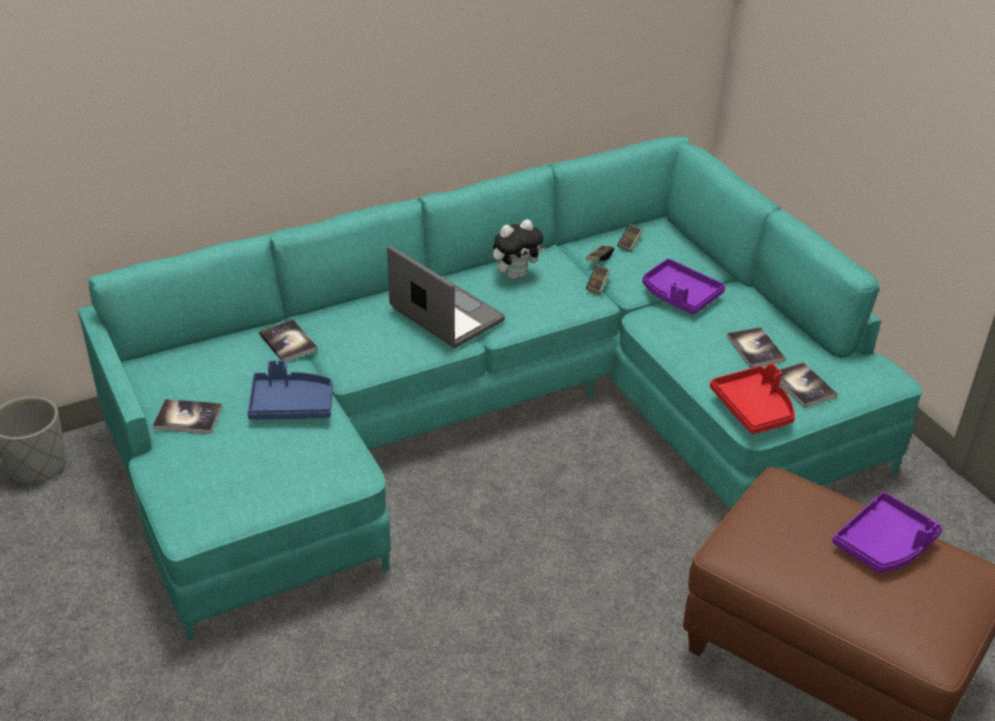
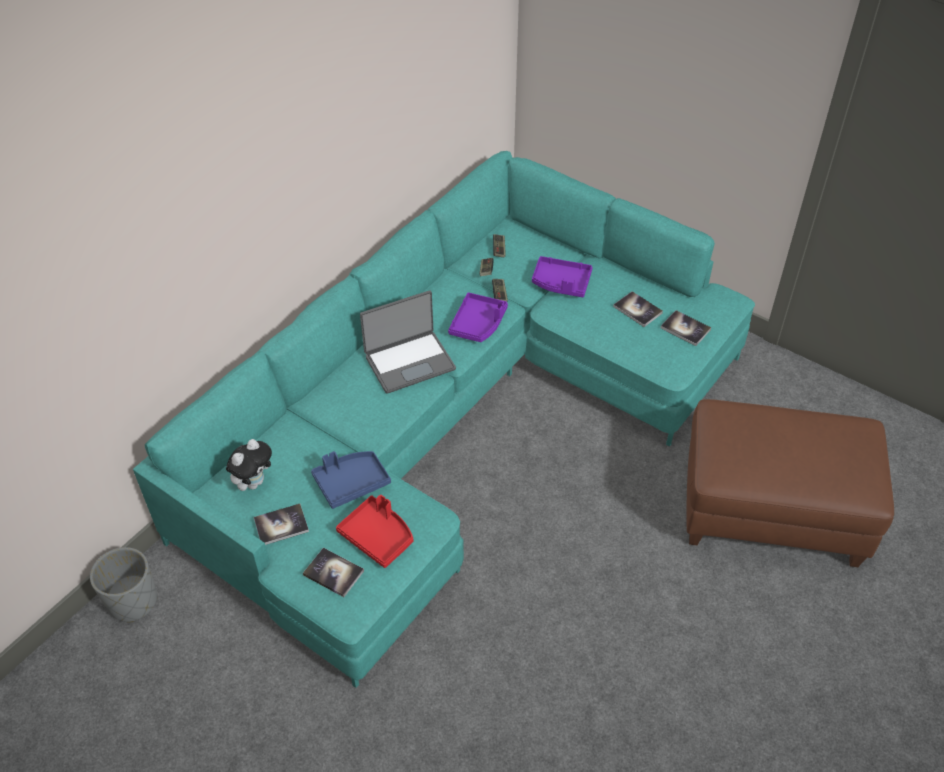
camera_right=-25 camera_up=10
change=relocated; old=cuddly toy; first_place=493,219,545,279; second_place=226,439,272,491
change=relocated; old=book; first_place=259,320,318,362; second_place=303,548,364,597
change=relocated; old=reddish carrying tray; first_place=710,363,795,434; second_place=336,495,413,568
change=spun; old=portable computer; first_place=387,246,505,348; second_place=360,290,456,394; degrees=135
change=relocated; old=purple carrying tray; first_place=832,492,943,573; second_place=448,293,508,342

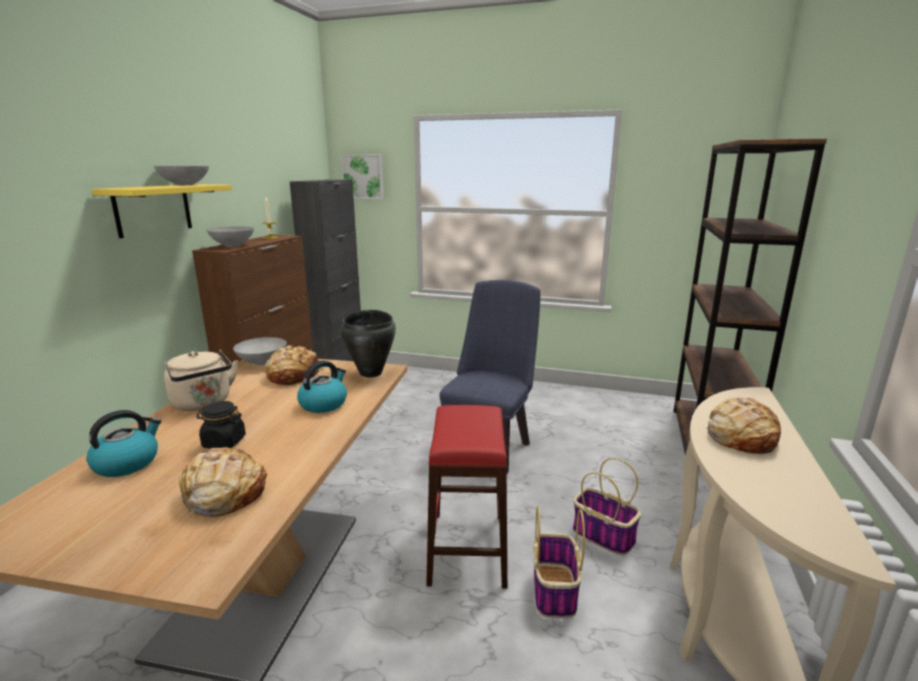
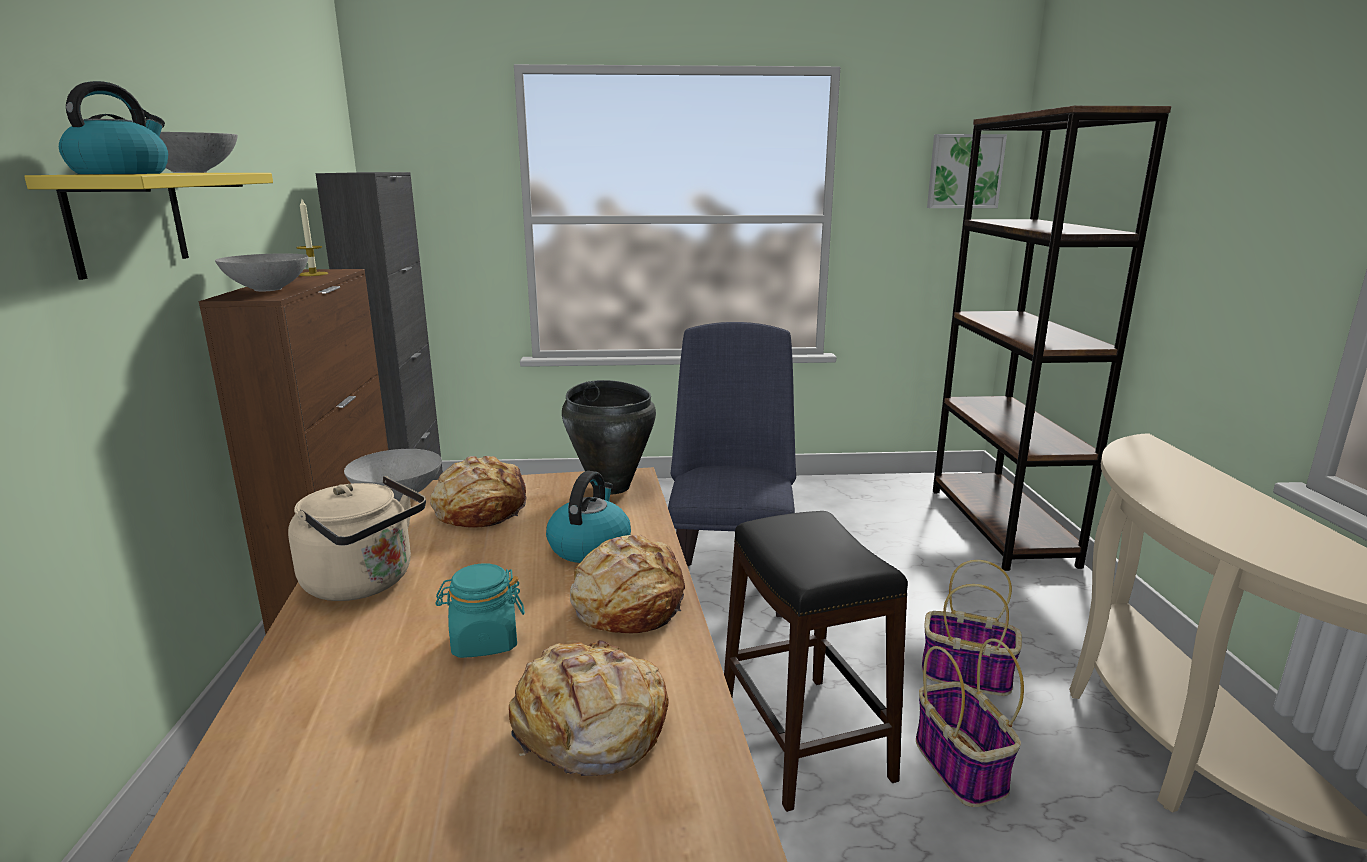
camera_right=-20 camera_up=0
change=relocated; old=water kettle; first_place=86,410,161,477; second_place=59,81,168,174
change=colour; old=black preserve jar; new=turquoise preserve jar; first_place=197,401,246,449; second_place=435,563,525,658
change=relocated; old=bakery bread; first_place=707,398,781,454; second_place=570,535,685,633
change=colour; old=reddish stool seat; new=black stool seat; first_place=426,405,507,588; second_place=724,511,908,812
change=relocated; old=wall art; first_place=341,154,384,199; second_place=927,134,1007,208

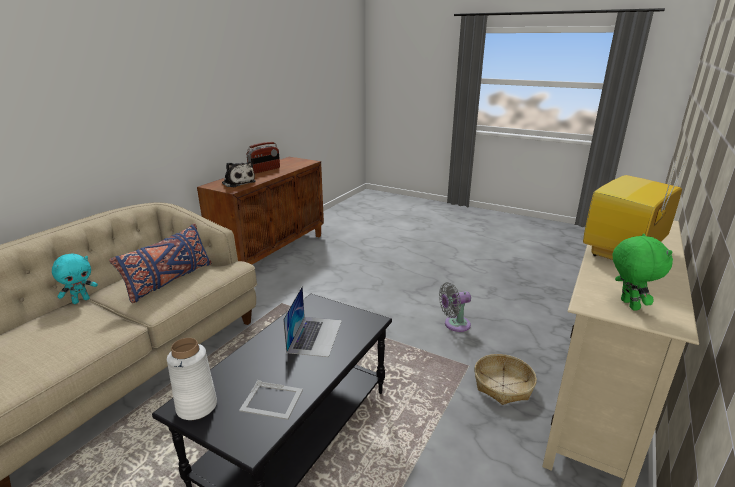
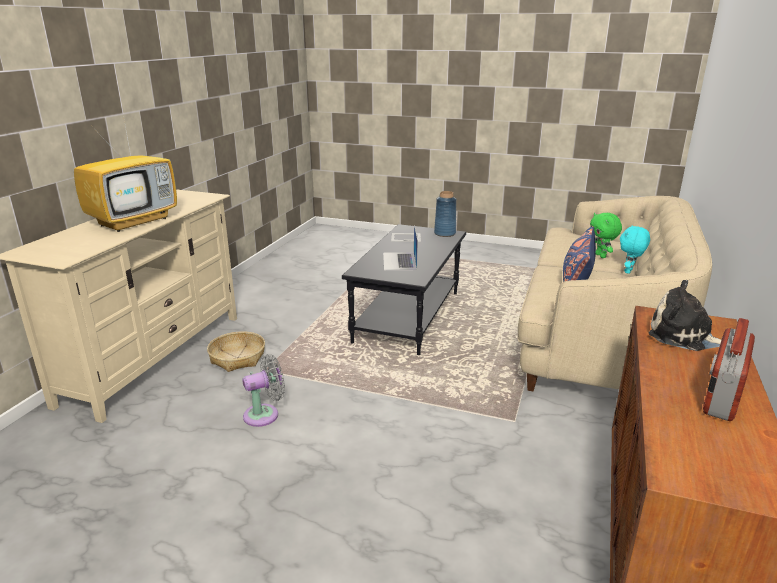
camera_right=170 camera_up=0
change=colour; old=white decorative vase; new=blue decorative vase; first_place=167,338,217,420; second_place=434,191,456,237
change=relocated; old=green cuddly toy; first_place=613,233,673,311; second_place=590,213,622,258

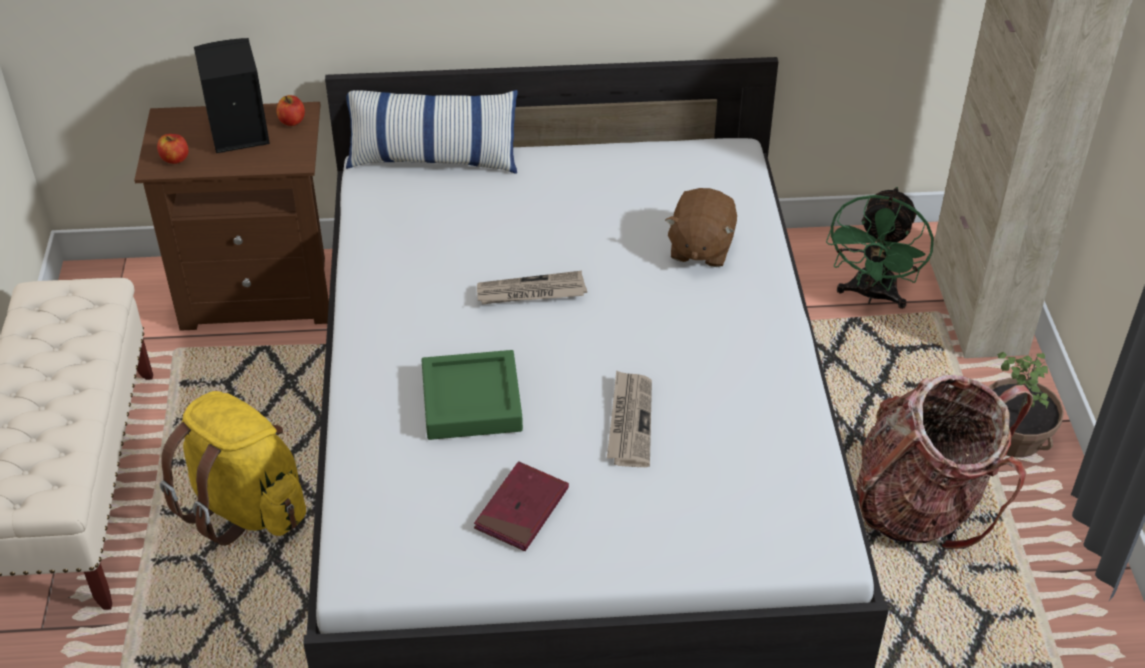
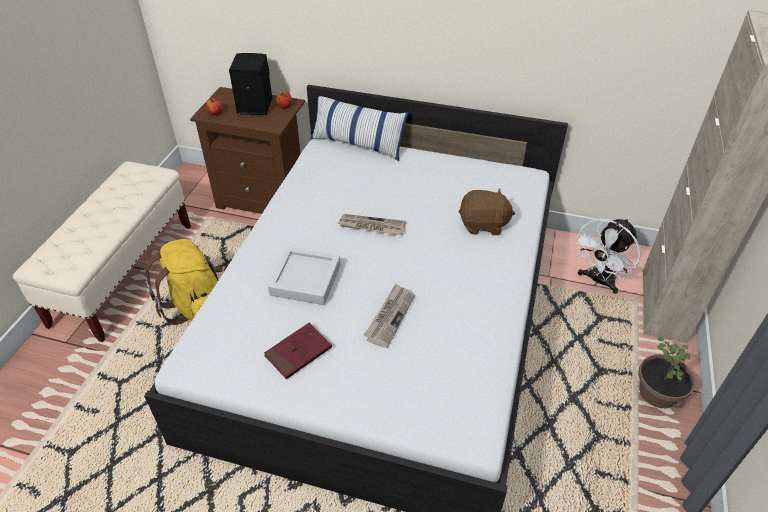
camera_right=20 camera_up=0
change=colour; old=green carrying tray; new=grey carrying tray; first_place=422,350,523,440; second_place=268,247,341,305
change=spun; old=brown-coloured cuddly toy; first_place=665,188,737,267; second_place=459,189,515,235; degrees=-120
change=colour; old=green fan; new=white fan; first_place=826,187,934,309; second_place=573,218,641,294
change=missing; old=knapsack; first_place=856,375,1033,549

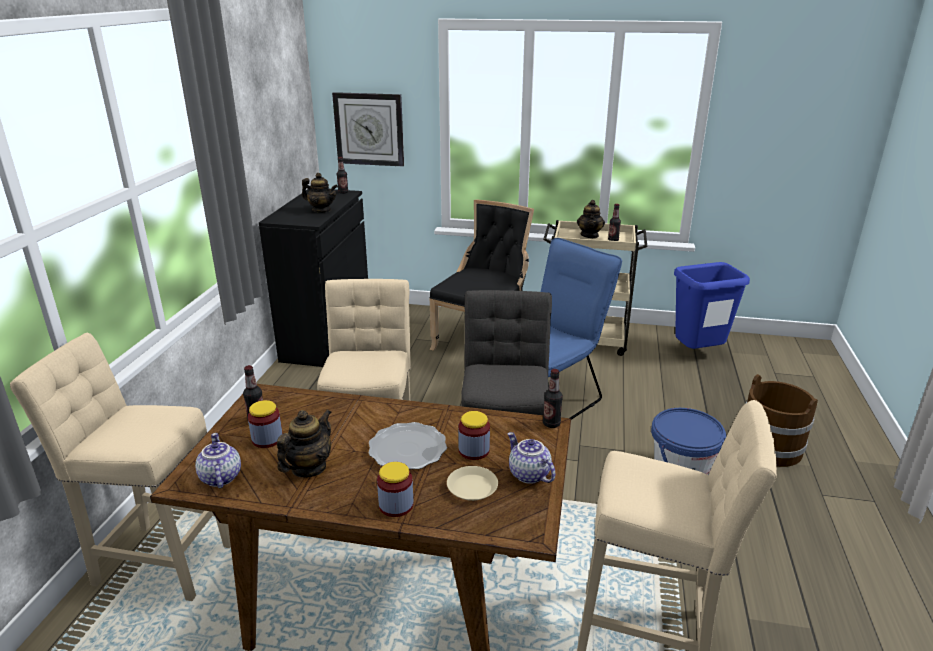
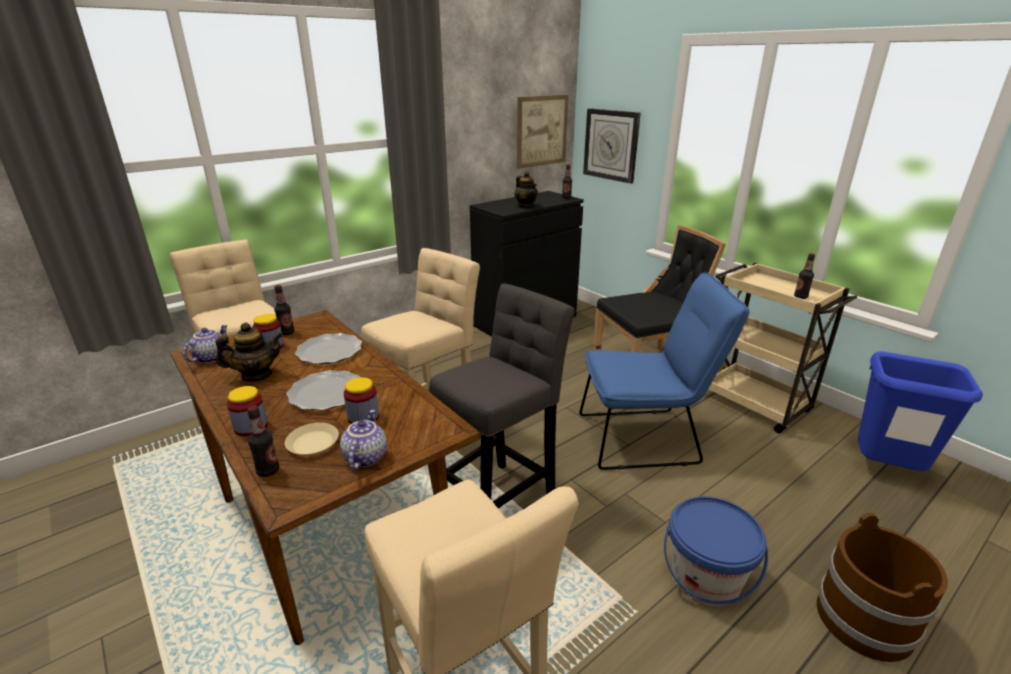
camera_right=40 camera_up=0
change=relocated; old=drink bottle; first_place=543,369,563,428; second_place=247,406,279,477
change=appeared; new=dinner plate; second_place=295,333,362,364
change=appeared; new=wall art; second_place=517,95,569,169
change=missing; old=teapot; first_place=577,200,605,238

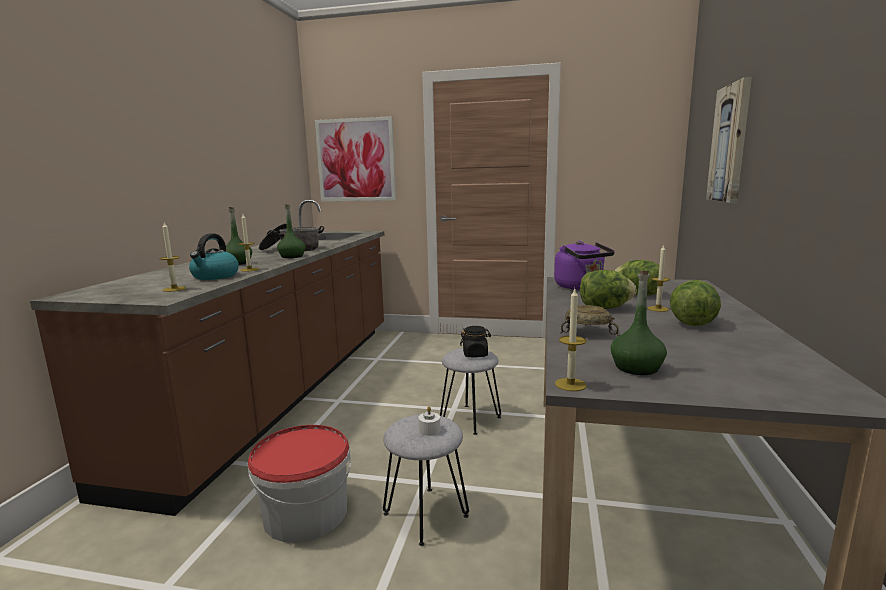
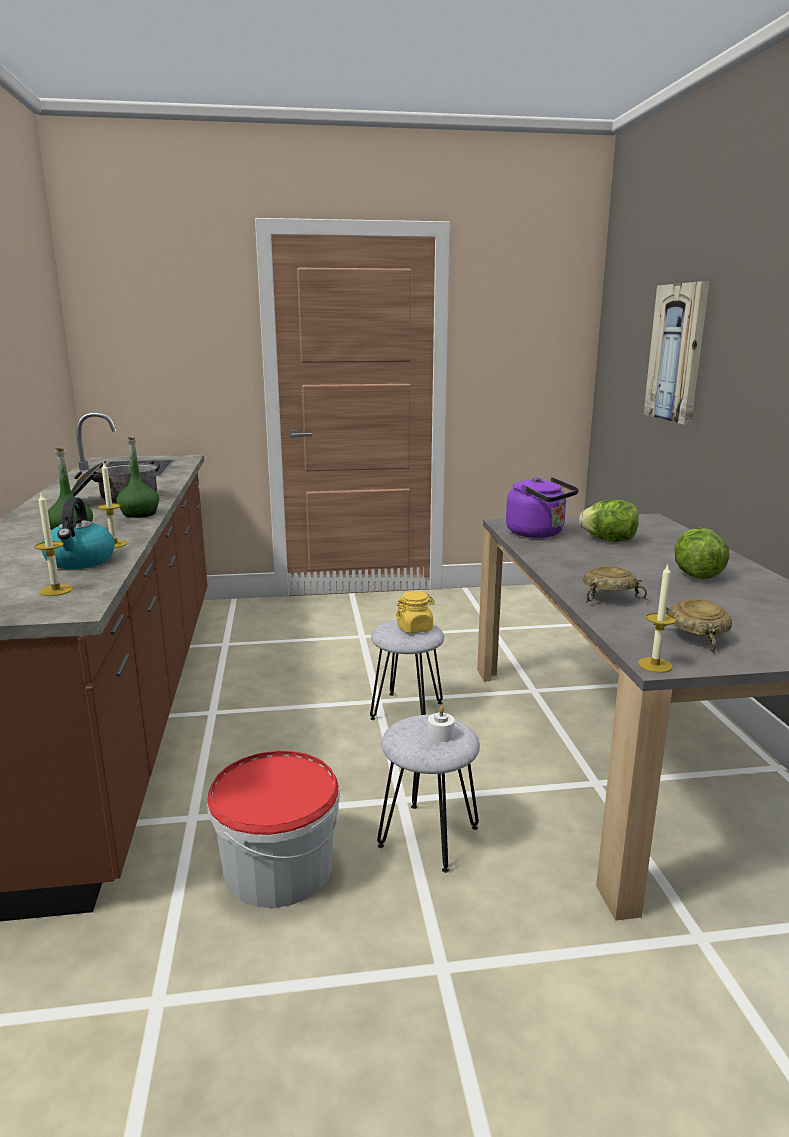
camera_right=-20 camera_up=5
change=colour; old=black preserve jar; new=yellowish preserve jar; first_place=460,326,491,357; second_place=396,591,435,633
change=exchanged; old=green drink bottle; new=beige bowl; first_place=611,271,667,375; second_place=654,599,732,655
change=missing; old=wall art; first_place=315,116,396,201
change=missing; old=lettuce; first_place=580,270,636,309
change=missing; old=wax candle; first_place=648,244,670,312

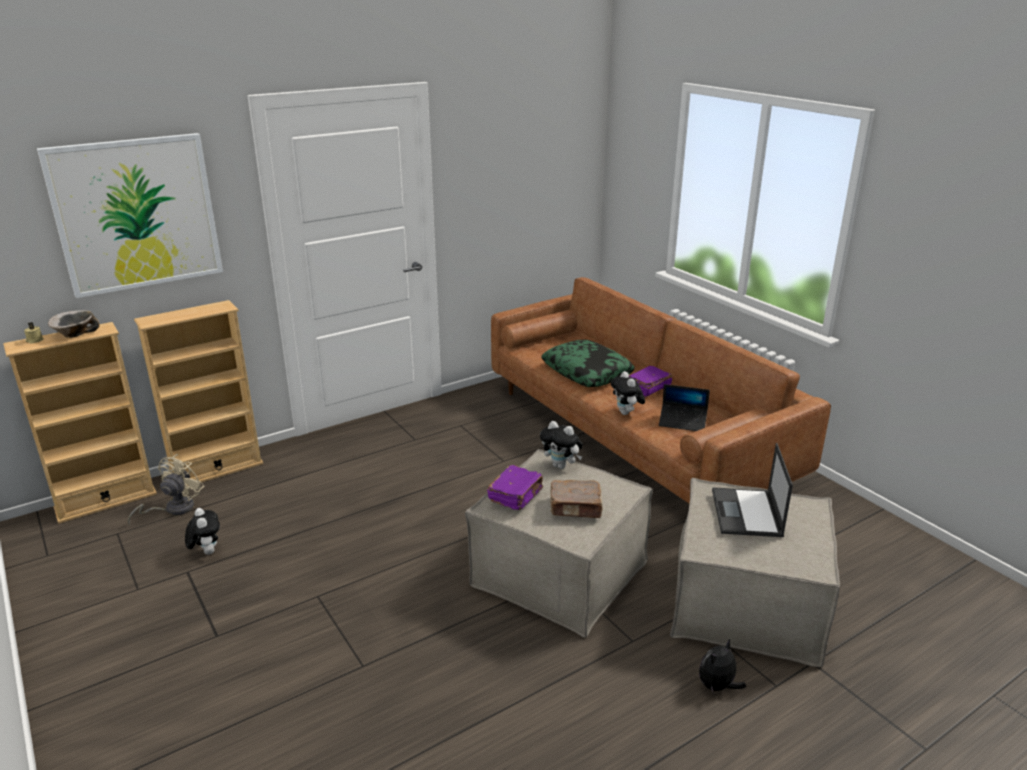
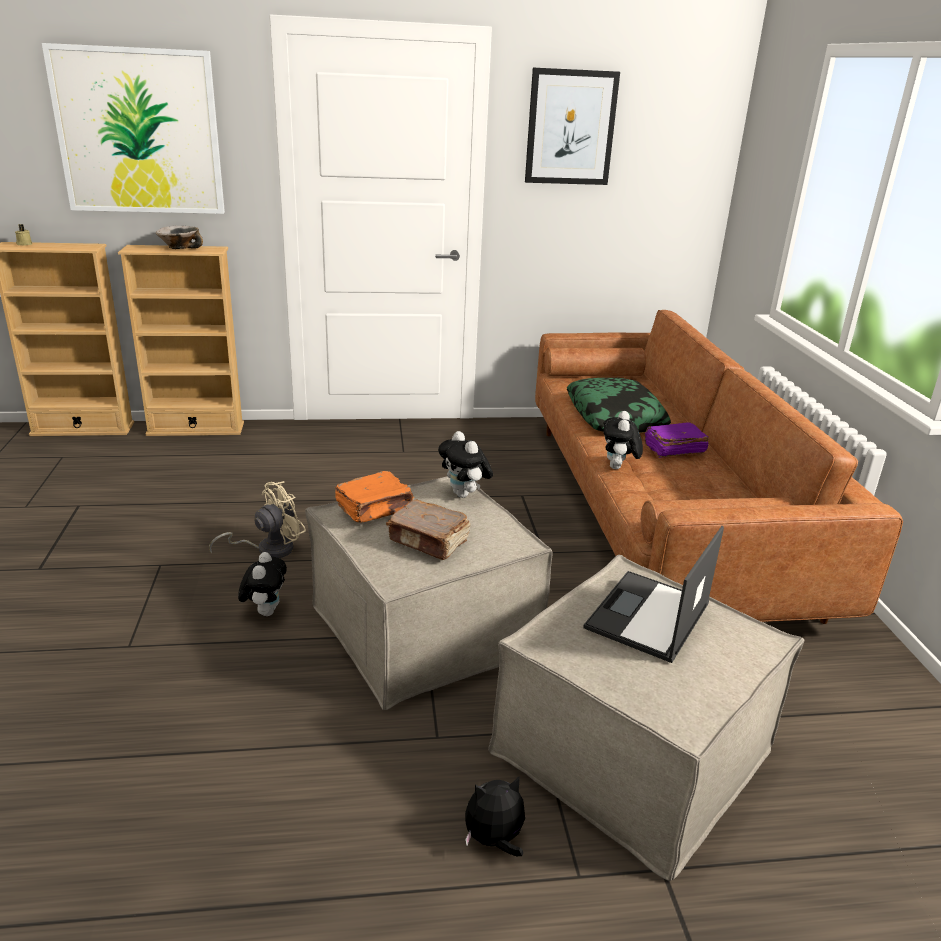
camera_right=25 camera_up=0
change=relocated; old=bowl; first_place=48,310,100,338; second_place=156,226,203,249
change=relocated; old=beige fan; first_place=127,454,204,525; second_place=209,481,306,558
change=relocated; old=cuddly toy; first_place=185,508,220,555; second_place=238,552,287,616
change=colour; old=purple book; new=orange book; first_place=487,465,543,510; second_place=335,471,414,523
change=appeared; new=wall art; second_place=525,68,620,185
change=missing; old=portable computer; first_place=659,384,710,431

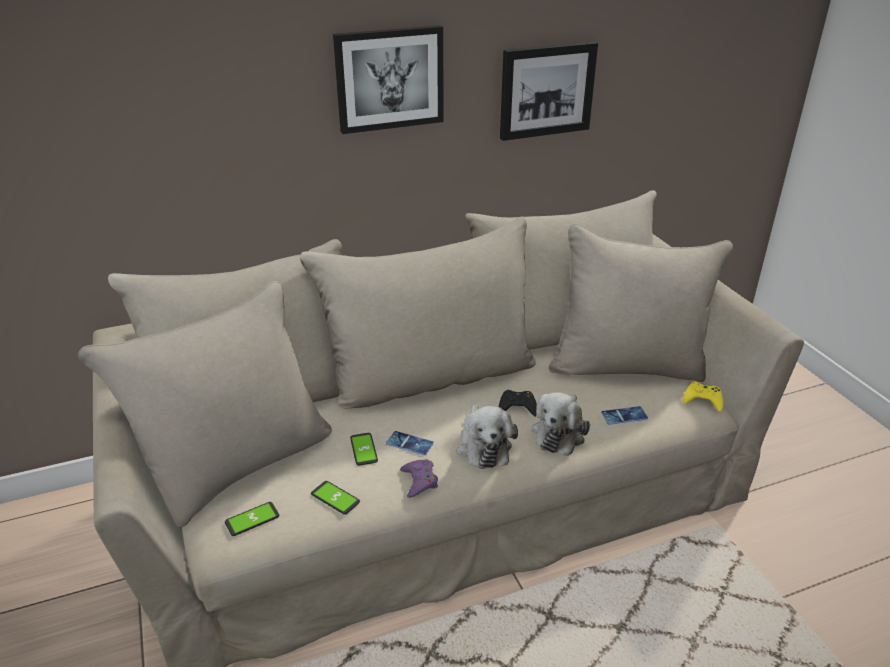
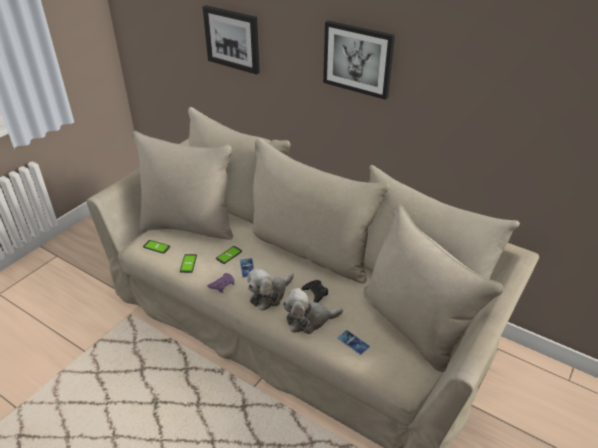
camera_right=55 camera_up=5
change=relocated; old=wall art; first_place=500,42,598,141; second_place=202,5,260,75
change=missing; old=yellowish joypad; first_place=683,381,723,412

